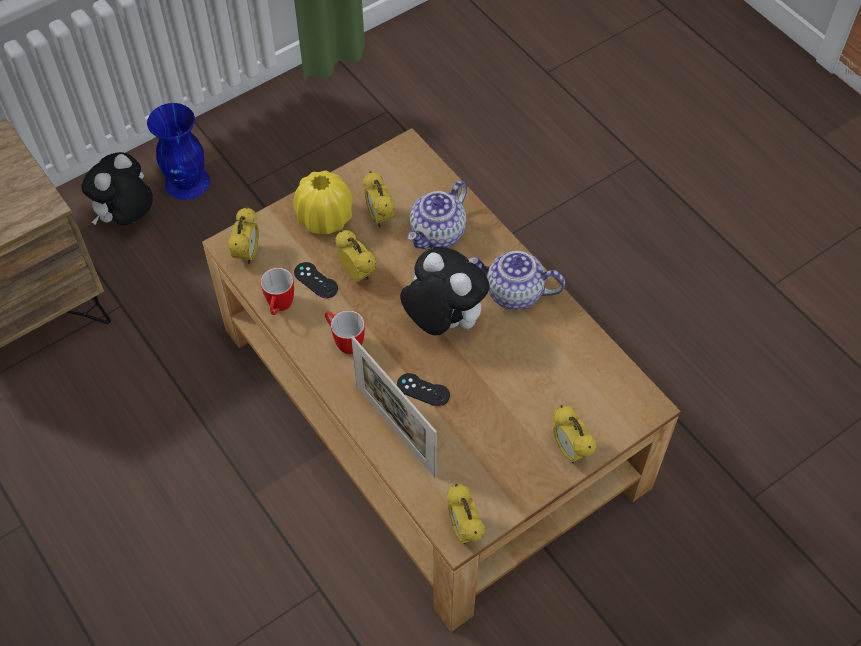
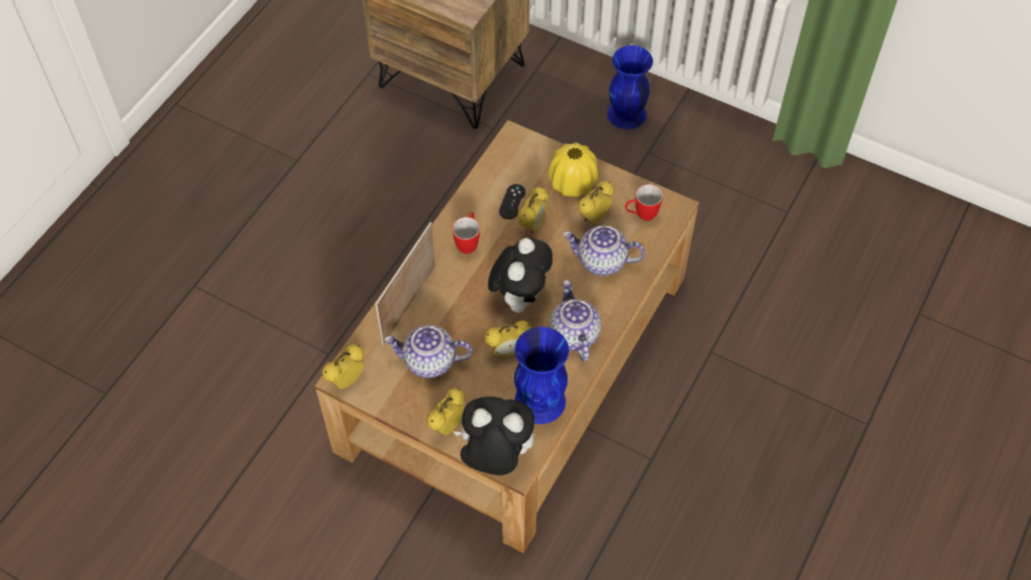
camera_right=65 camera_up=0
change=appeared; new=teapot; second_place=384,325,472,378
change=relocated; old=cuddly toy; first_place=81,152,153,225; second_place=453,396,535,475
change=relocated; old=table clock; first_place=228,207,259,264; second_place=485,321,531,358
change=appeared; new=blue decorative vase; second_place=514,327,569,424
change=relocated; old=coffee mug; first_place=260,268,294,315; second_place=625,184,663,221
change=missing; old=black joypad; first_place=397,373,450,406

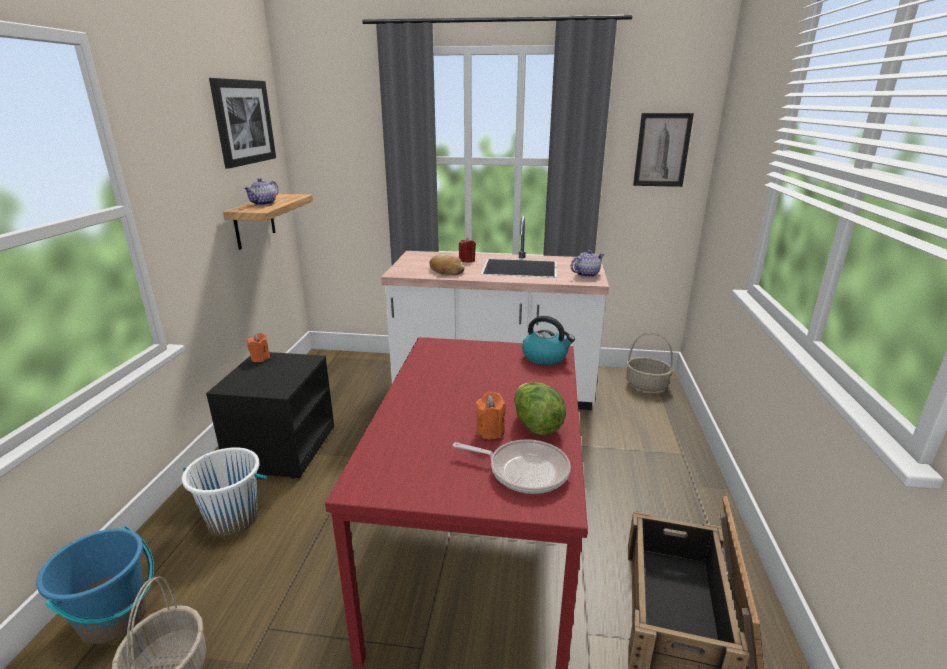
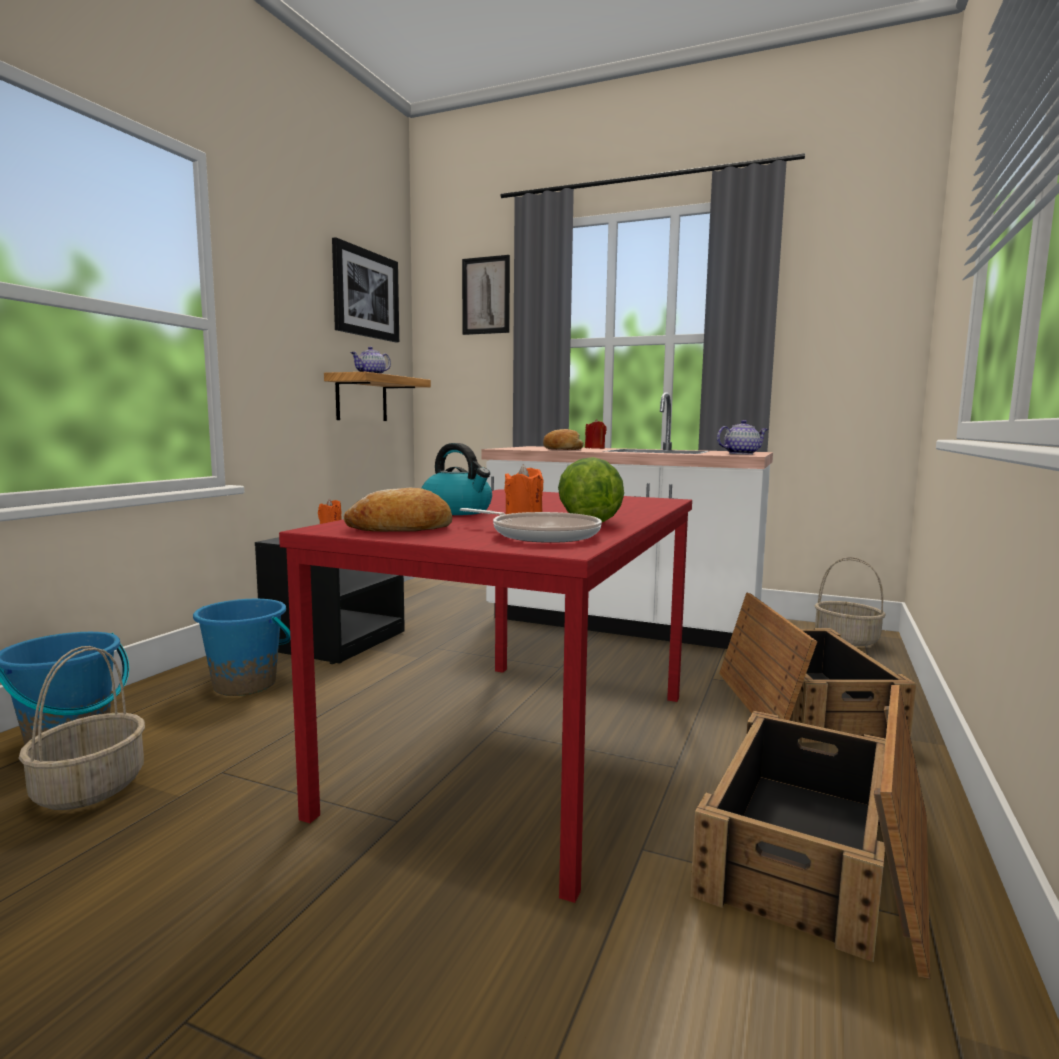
camera_right=15 camera_up=-15
change=colour; old=white water bucket; new=blue water bucket; first_place=182,447,267,536; second_place=193,599,290,696
change=appeared; new=bakery bread; second_place=343,488,452,532
change=relocated; old=water kettle; first_place=522,316,575,365; second_place=422,443,492,515
change=relocated; old=wall art; first_place=633,113,694,187; second_place=462,255,510,335
change=appeared; new=packing crate; second_place=719,592,916,743

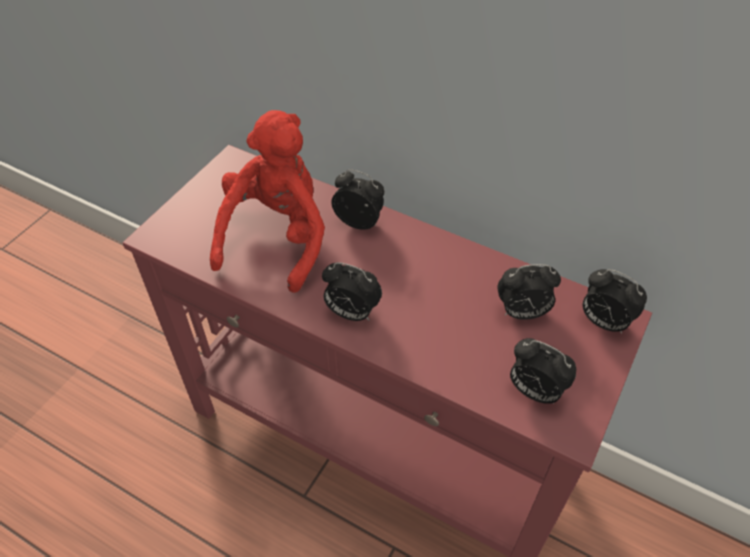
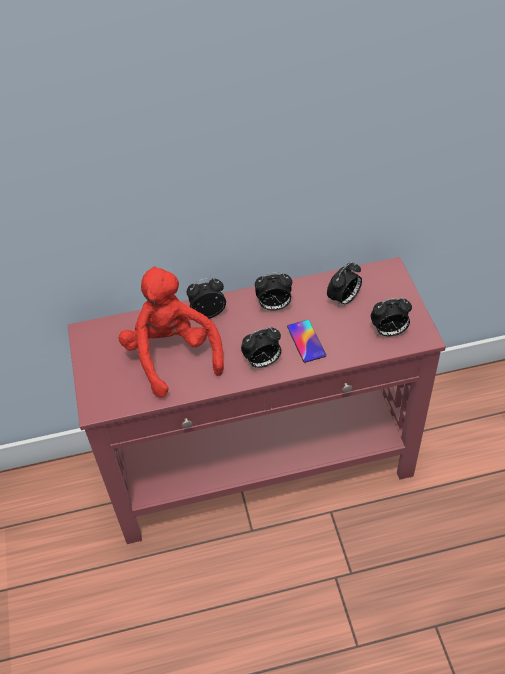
camera_right=-40 camera_up=0
change=relocated; old=table clock; first_place=583,269,647,334; second_place=255,272,292,311
change=appeared; new=telephone; second_place=287,320,326,363

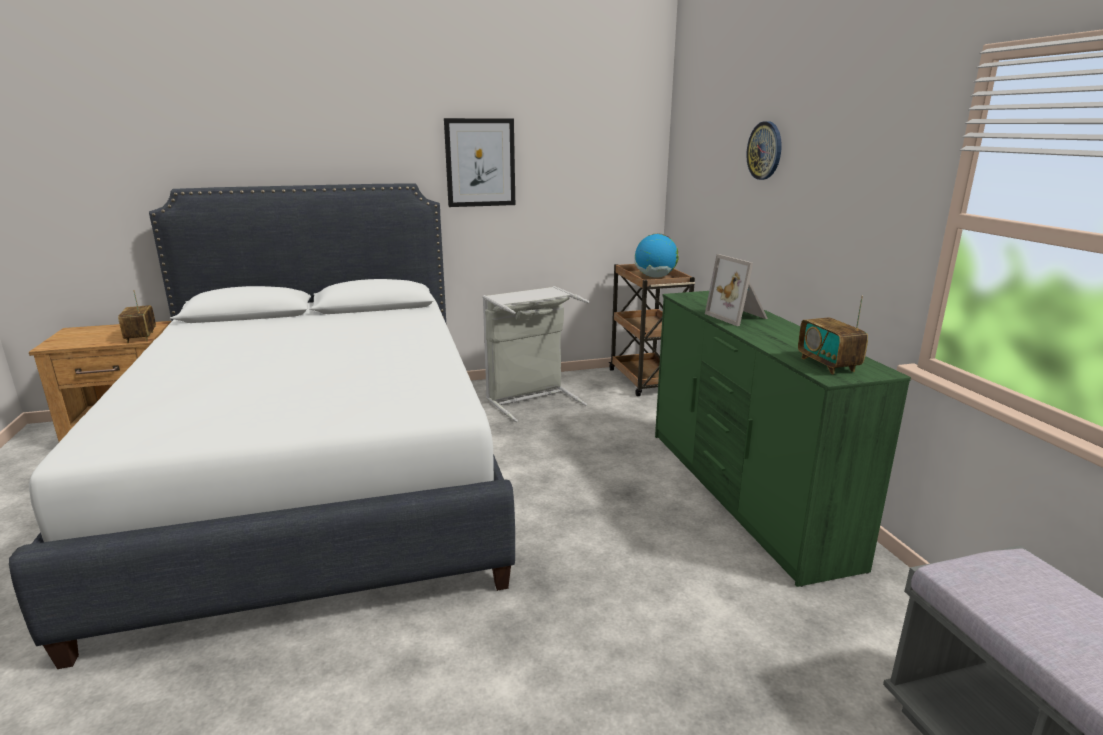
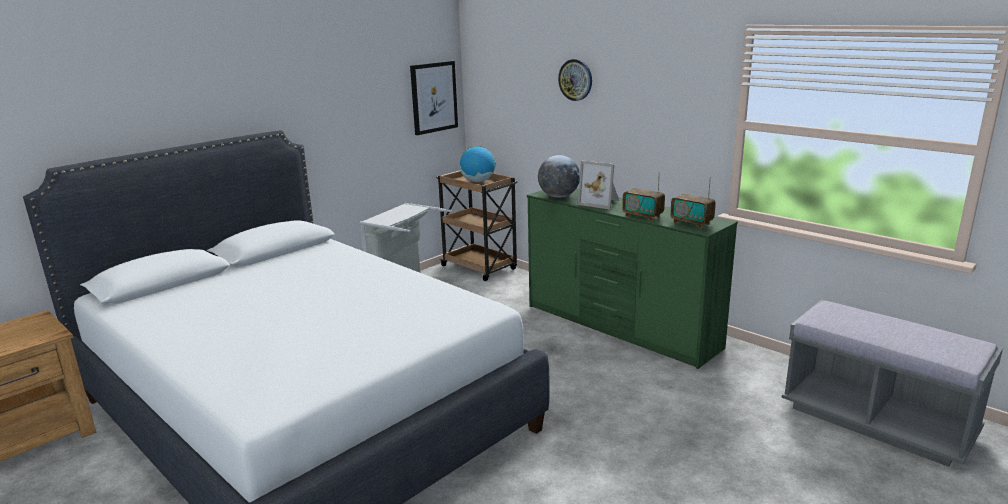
camera_right=-30 camera_up=0
change=relocated; old=wall art; first_place=444,118,515,207; second_place=410,61,458,135
change=appeared; new=desk globe; second_place=538,155,580,198
change=relocated; old=radio receiver; first_place=118,290,156,343; second_place=622,172,665,222

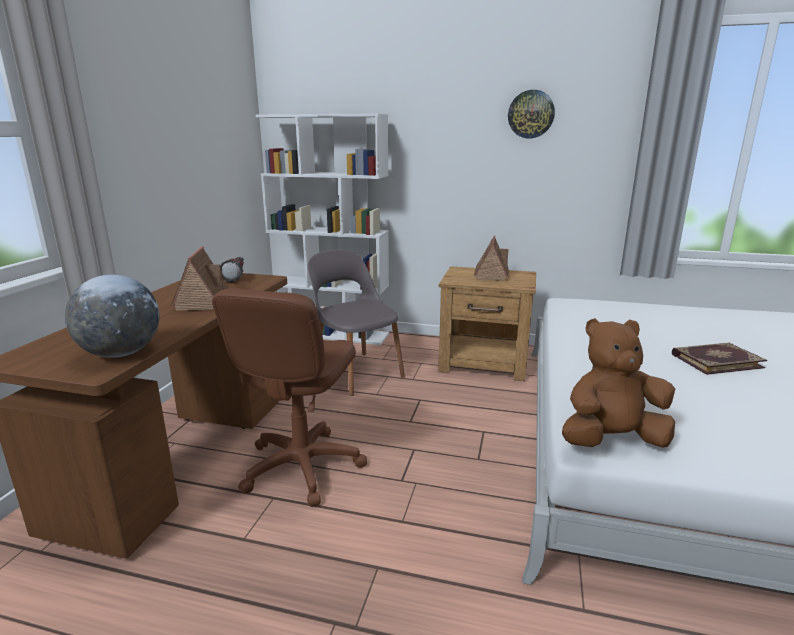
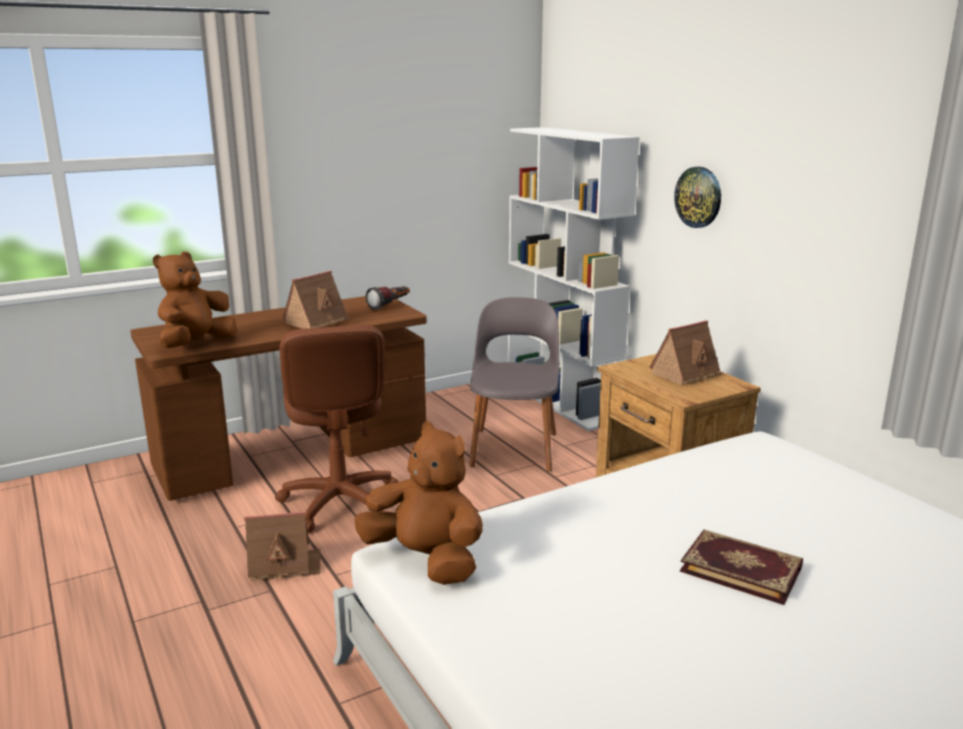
camera_right=45 camera_up=0
change=exchanged; old=desk globe; new=brown-coloured cuddly toy; first_place=65,275,159,358; second_place=153,251,237,348
change=appeared; new=miniature house; second_place=244,511,320,582
change=spun; old=brown-coloured desk chair; first_place=212,288,367,507; second_place=275,324,399,533; degrees=-75
change=relocated; old=clock on the wall; first_place=508,90,555,138; second_place=674,167,721,228

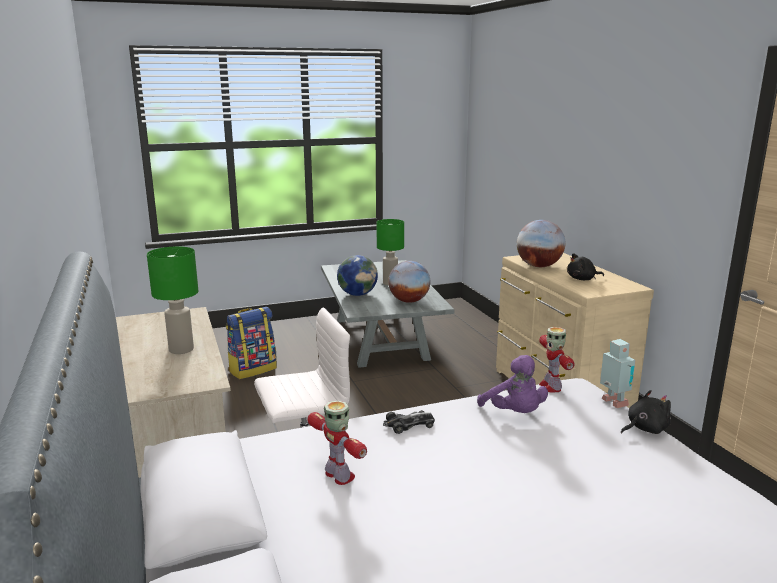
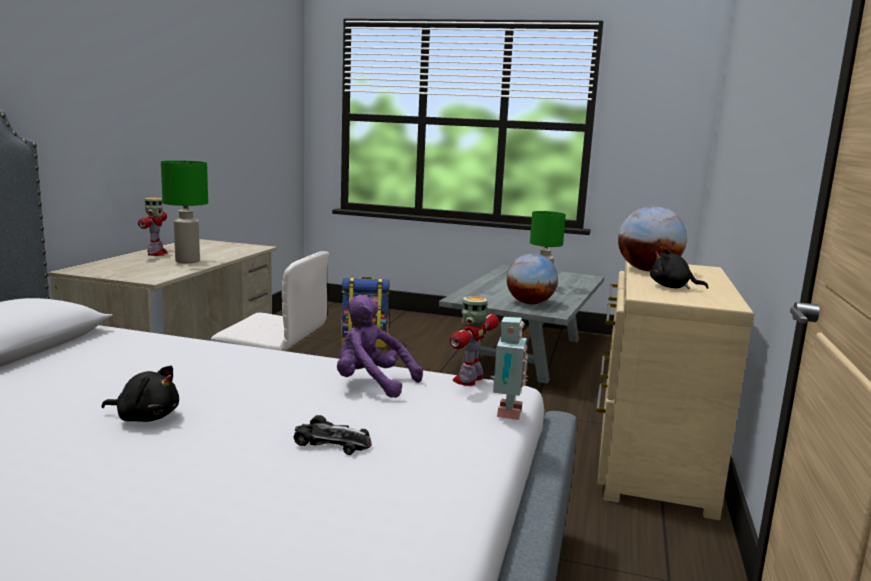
camera_right=35 camera_up=-5
change=relocated; old=black cuddly toy; first_place=621,390,671,434; second_place=102,366,179,422
change=relocated; old=model robot; first_place=308,401,367,485; second_place=138,197,168,256
change=relocated; old=model car; first_place=383,410,435,434; second_place=294,415,372,455
change=spun; old=purple cuddly toy; first_place=477,355,548,413; second_place=337,295,423,398; degrees=105
change=missing; old=desk globe; first_place=337,255,378,296

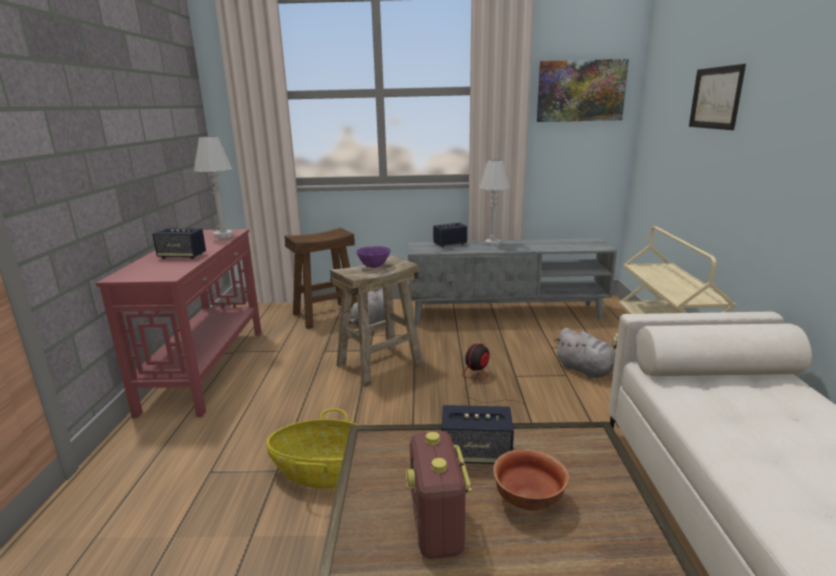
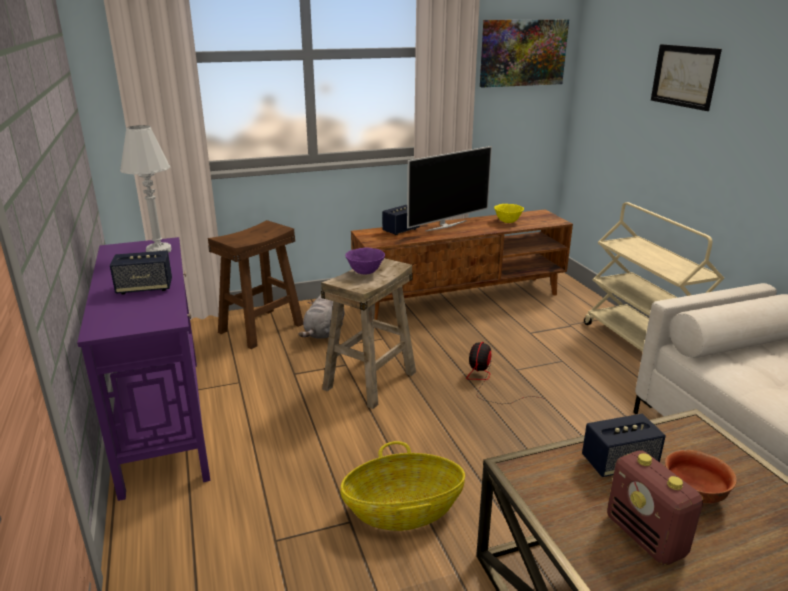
camera_right=-20 camera_up=5
change=colour; old=reddish console table; new=purple console table; first_place=96,229,262,418; second_place=77,237,210,501
change=colour; old=grey tv stand; new=brown-coloured tv stand; first_place=408,238,617,323; second_place=351,210,573,320
change=exchanged; old=white lamp for a table; new=television; first_place=479,160,510,246; second_place=407,146,492,232
change=appeared; new=yellowish bowl; second_place=494,204,524,223
change=missing; old=grey cuddly toy; first_place=554,328,615,379

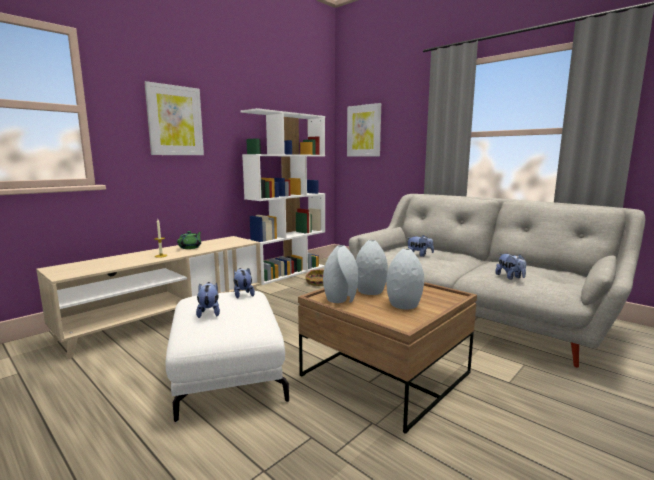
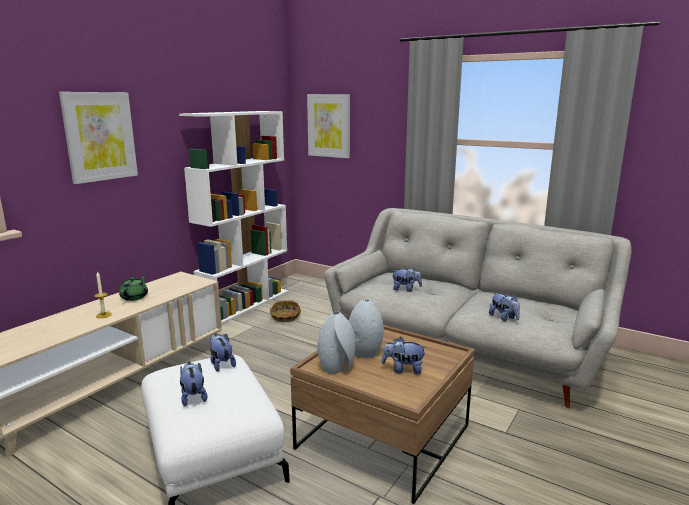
camera_right=-10 camera_up=5
change=exchanged; old=grey decorative vase; new=cuddly toy; first_place=386,248,424,309; second_place=382,337,427,375

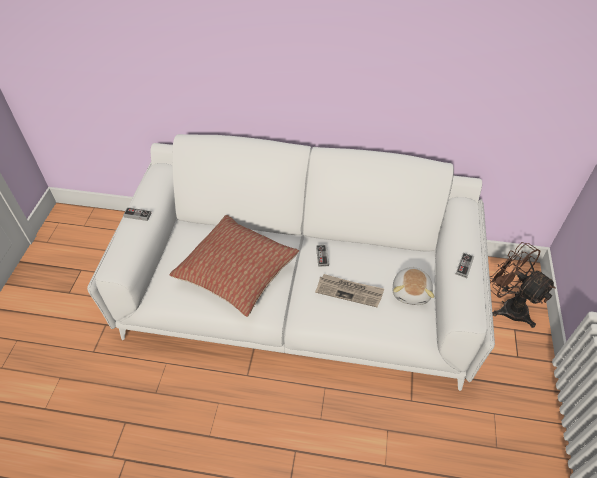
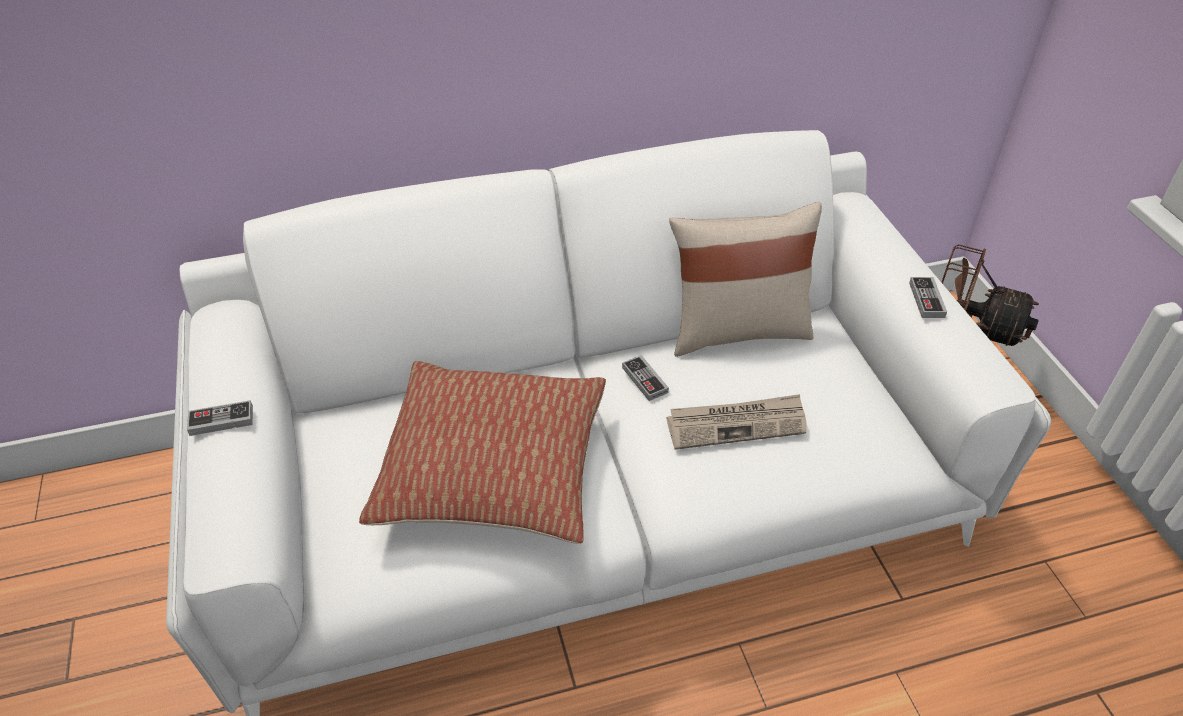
camera_right=-25 camera_up=-5
change=appeared; new=beige throw pillow; second_place=669,202,822,357
change=missing; old=cuddly toy; first_place=393,266,434,305

